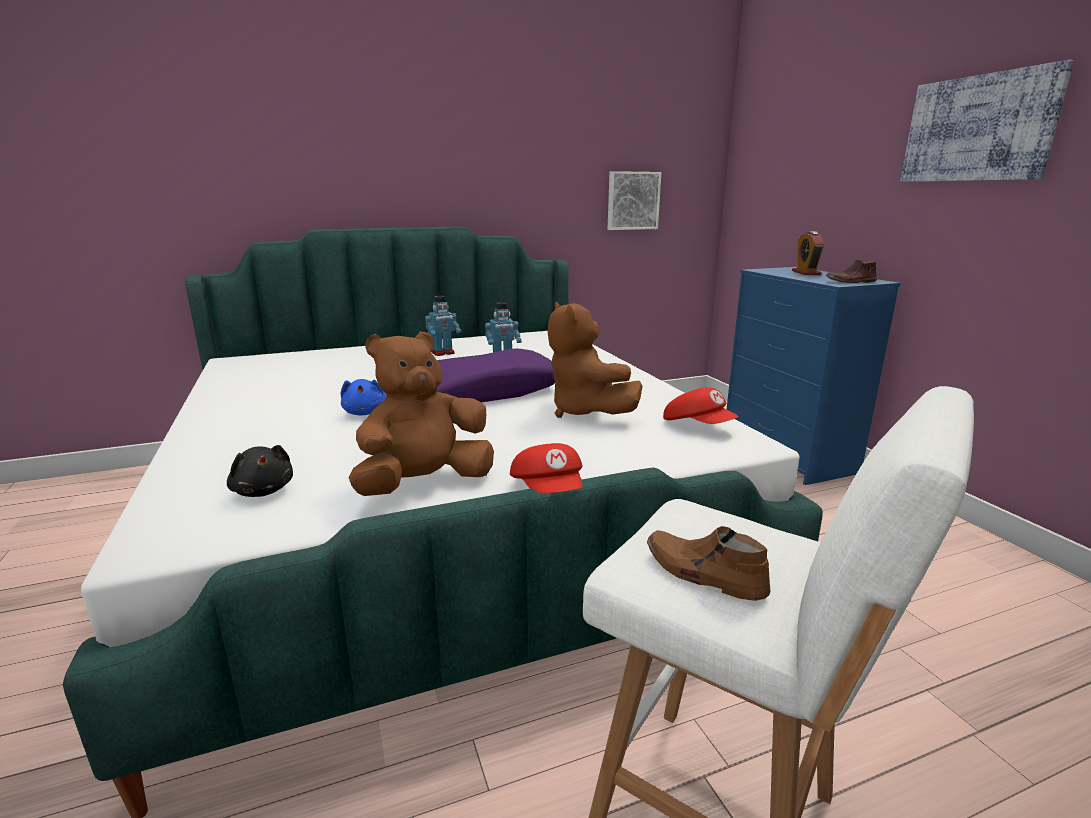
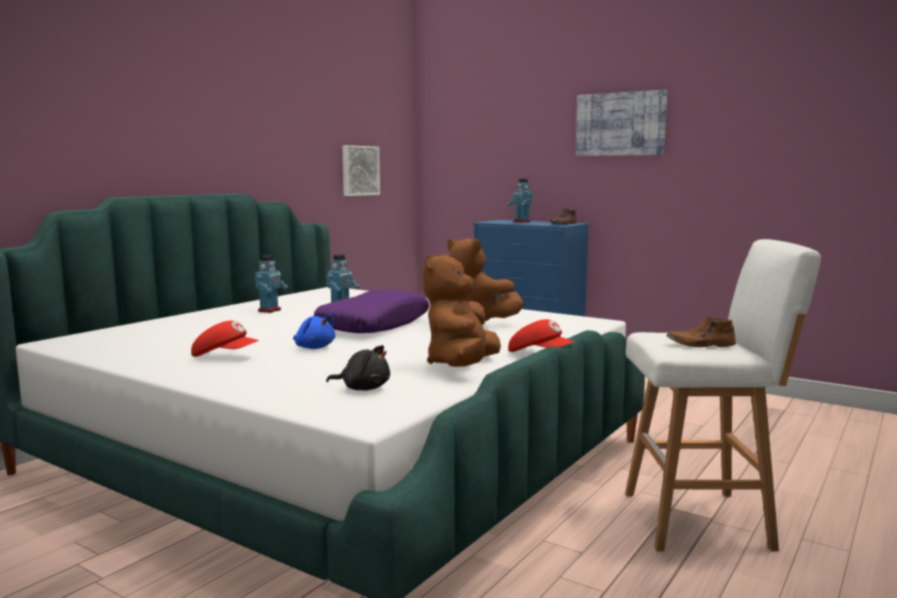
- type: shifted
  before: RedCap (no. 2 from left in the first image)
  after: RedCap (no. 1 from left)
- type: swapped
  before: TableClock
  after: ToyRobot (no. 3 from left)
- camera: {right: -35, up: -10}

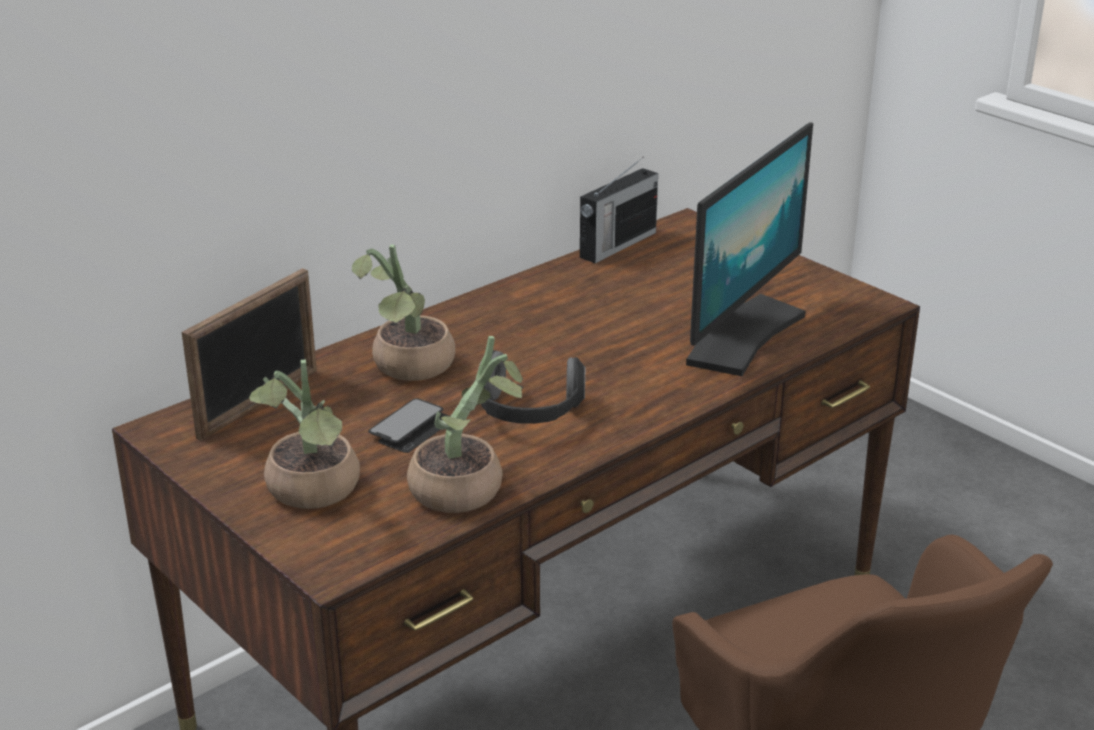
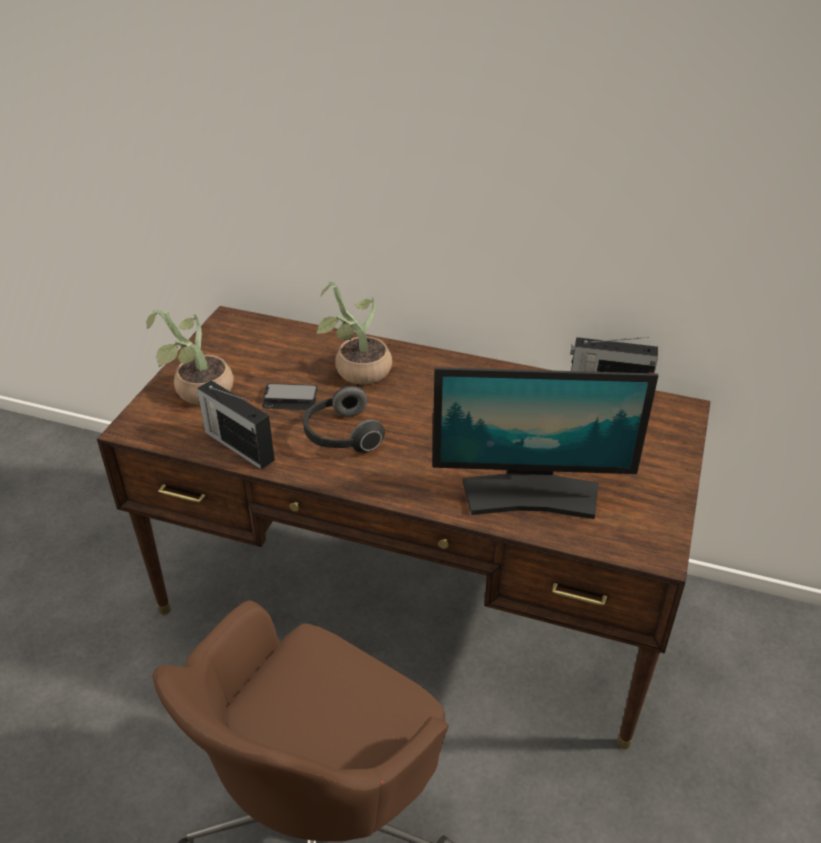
- type: swapped
  before: PlantInAPot (no. 3 from left)
  after: RadioReceiver (no. 1 from left)
- type: gone
  before: PhotoFrame
- camera: {right: 60, up: 10}

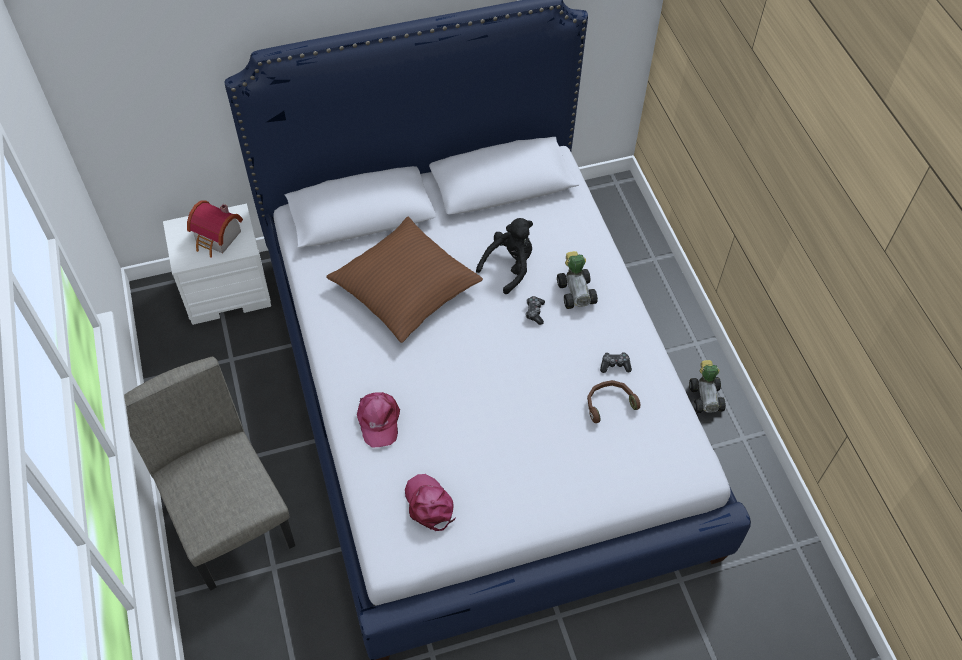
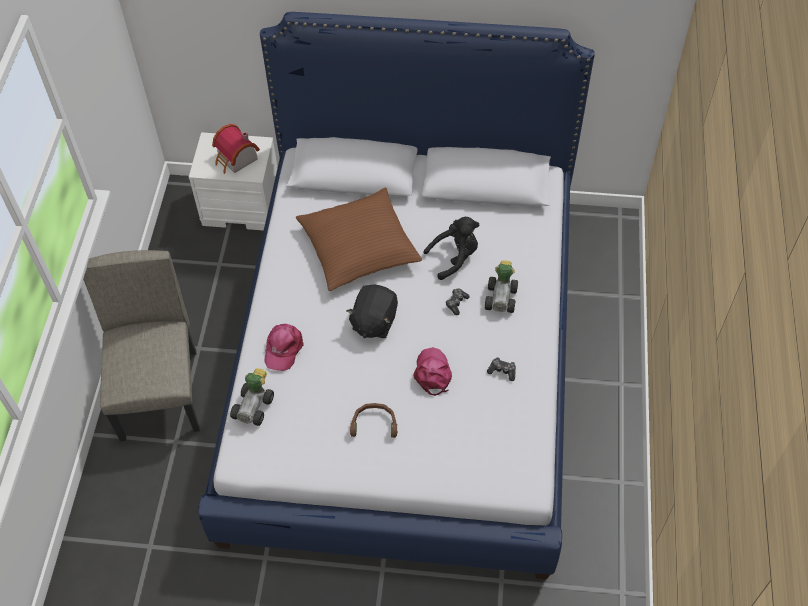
- type: shifted
  before: MiniatureCar (no. 2 from left in the first image)
  after: MiniatureCar (no. 1 from left)
- type: new
  after: BlackColouredCuddlyToy (no. 1 from left)
- type: shifted
  before: BrownColouredHeadset
- type: shifted
  before: PinkCap (no. 2 from left)
- camera: {right: 25, up: 0}

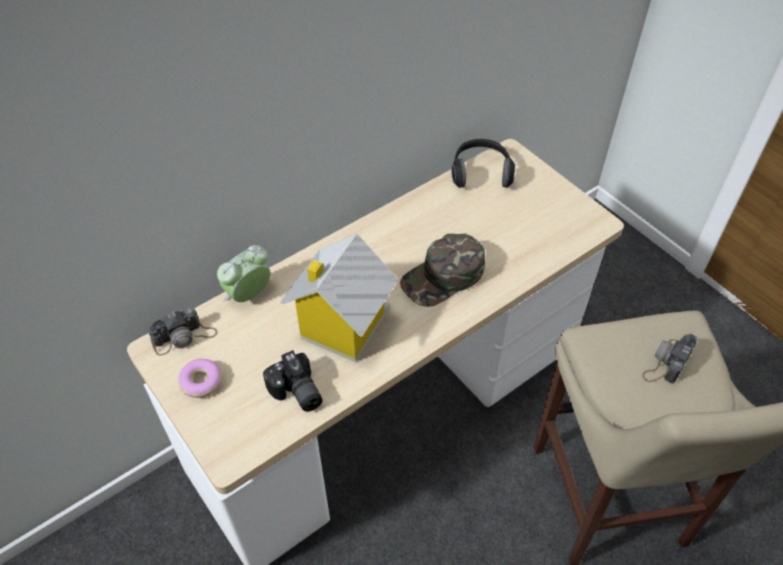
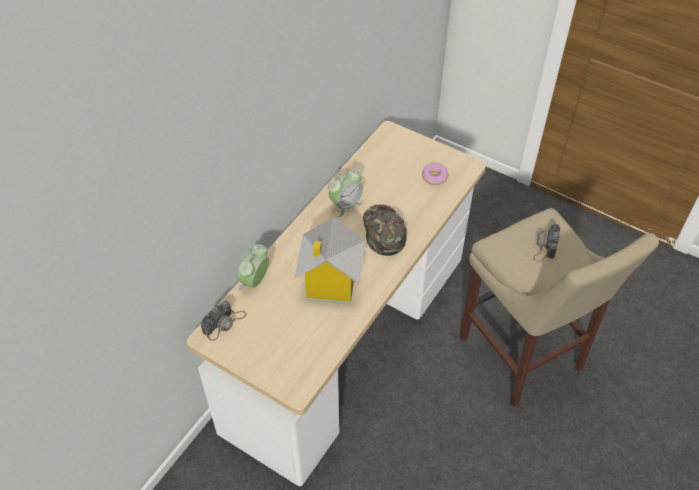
- type: new
  after: TableClock (no. 2 from left)
- type: rotated
  before: GreenCap
  turn: 135
- type: shifted
  before: Doughnut
- type: gone
  before: StillCamera (no. 2 from left)
- type: gone
  before: Headset
- camera: {right: -20, up: 0}

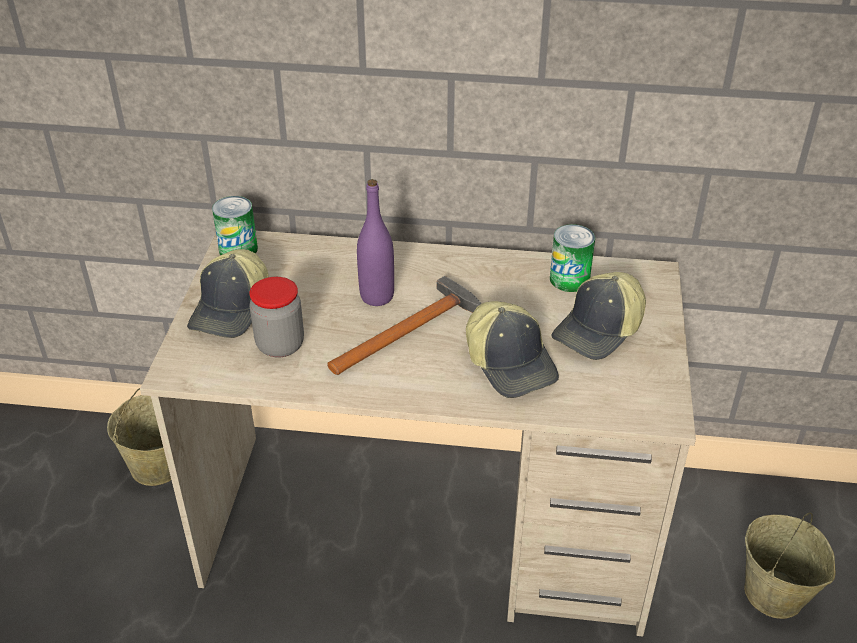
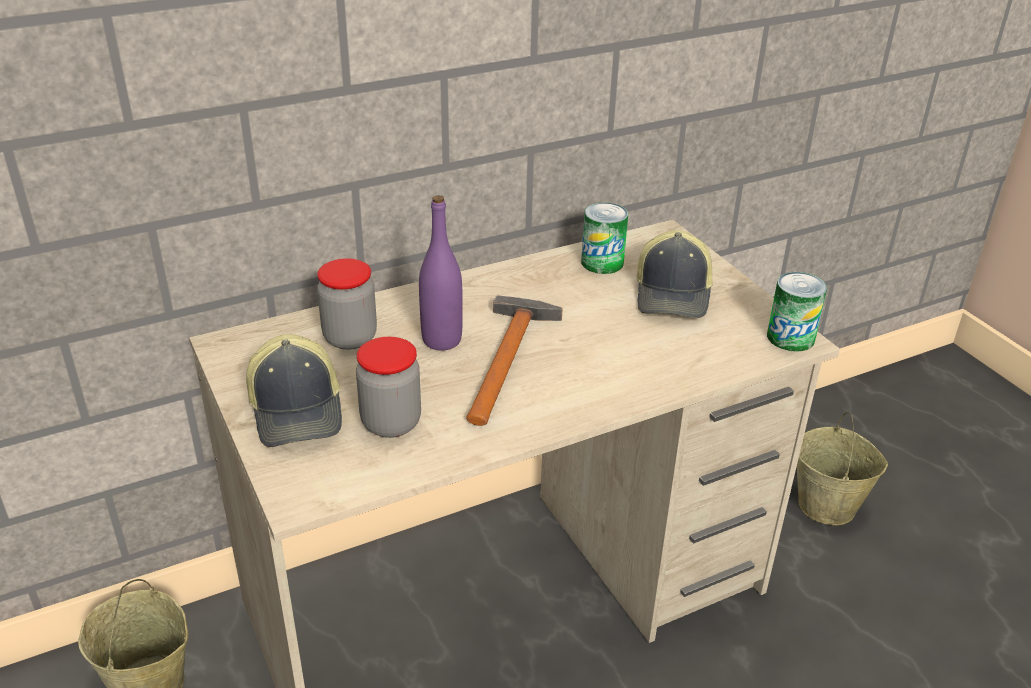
- type: new
  after: PreserveJar (no. 1 from left)
- type: shifted
  before: SealedCan (no. 1 from left in the first image)
  after: SealedCan (no. 2 from left)
- type: gone
  before: Cap (no. 2 from left)
- camera: {right: -35, up: -5}

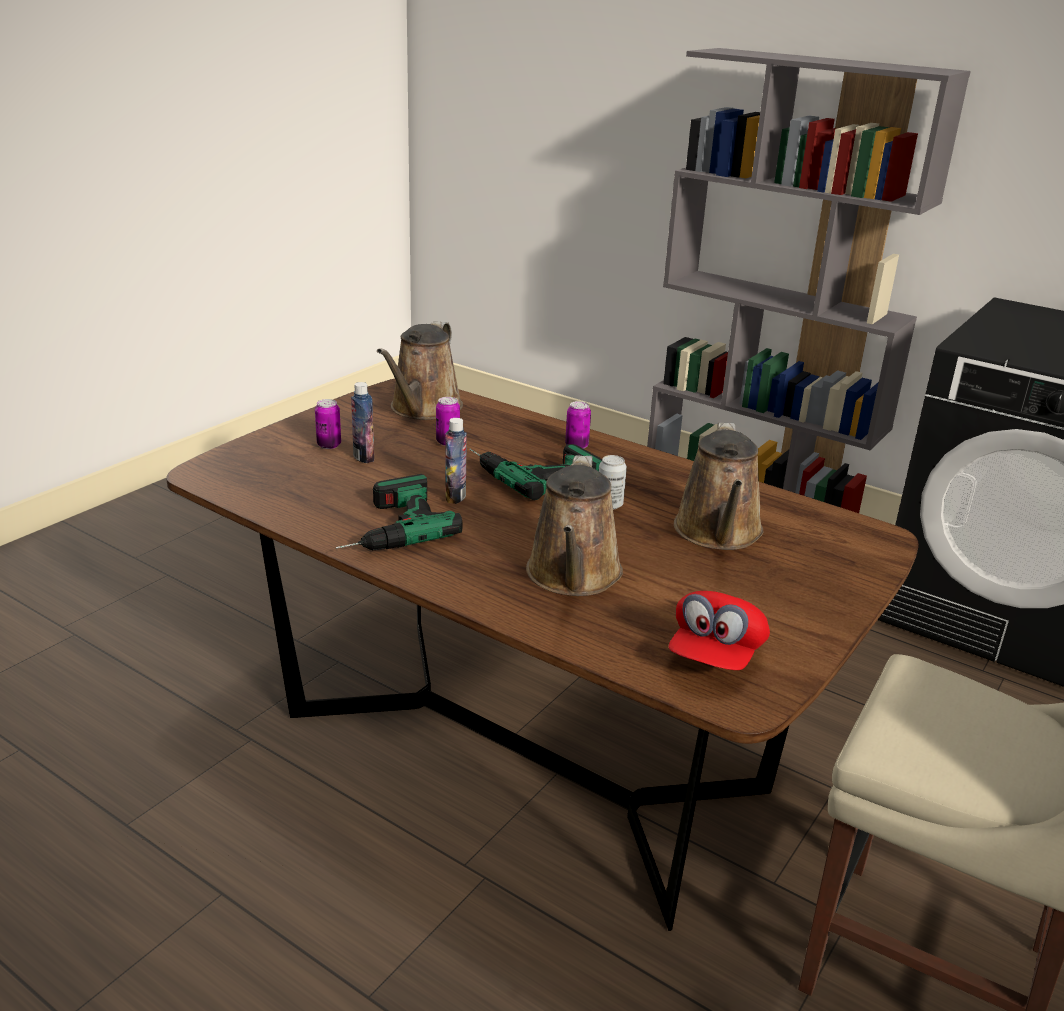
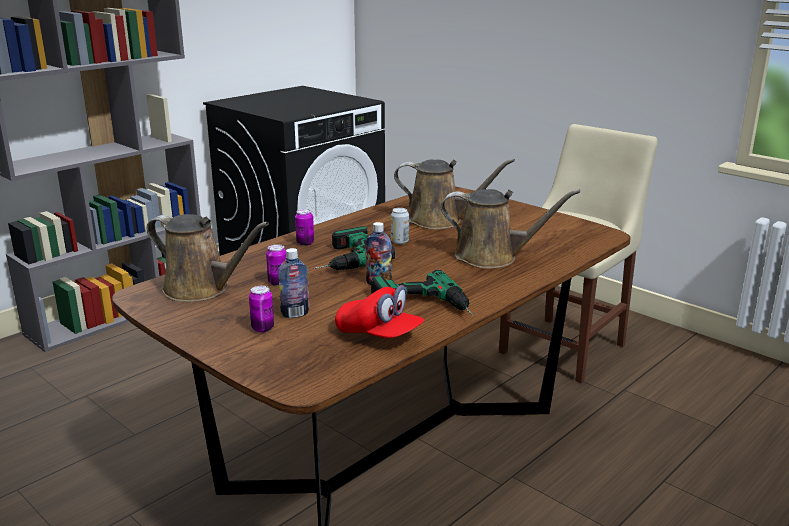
- type: shifted
  before: RedCap
- camera: {right: -80, up: -5}

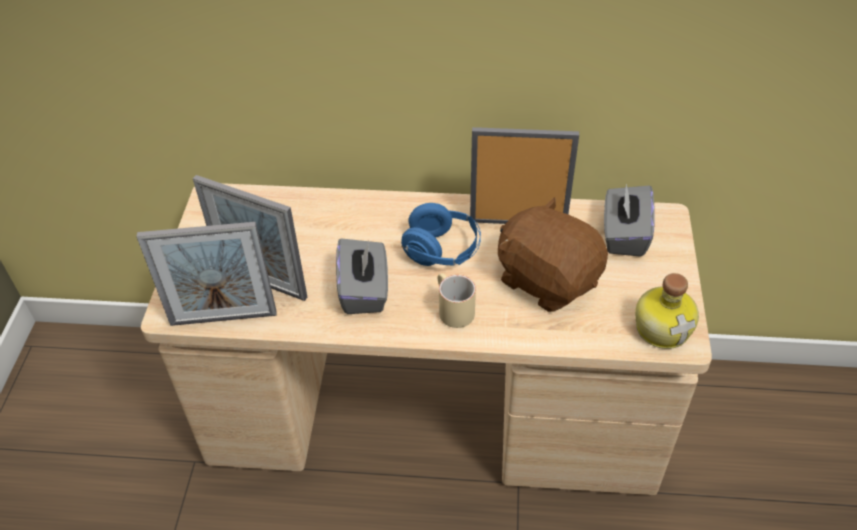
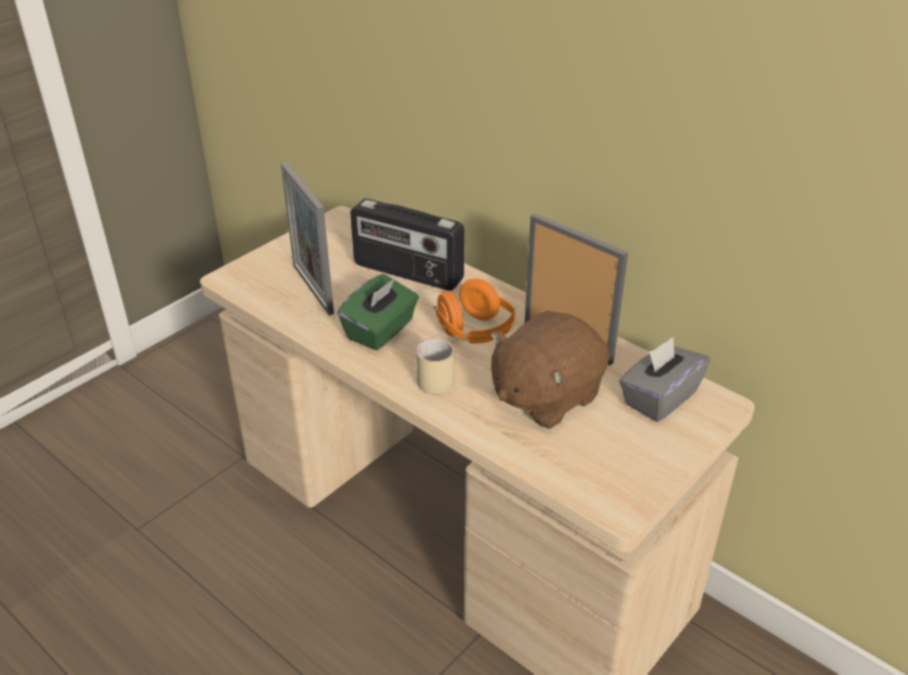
- type: repainted
  before: GreyBoxOfTissues (no. 1 from left)
  after: GreenBoxOfTissues
- type: new
  after: RadioReceiver
- type: repainted
  before: BluishHeadset
  after: OrangeyHeadset
- type: rotated
  before: BrownColouredCuddlyToy
  turn: -120
- type: gone
  before: PhotoFrame (no. 1 from left)
- type: gone
  before: DrinkBottle
- camera: {right: 35, up: -10}

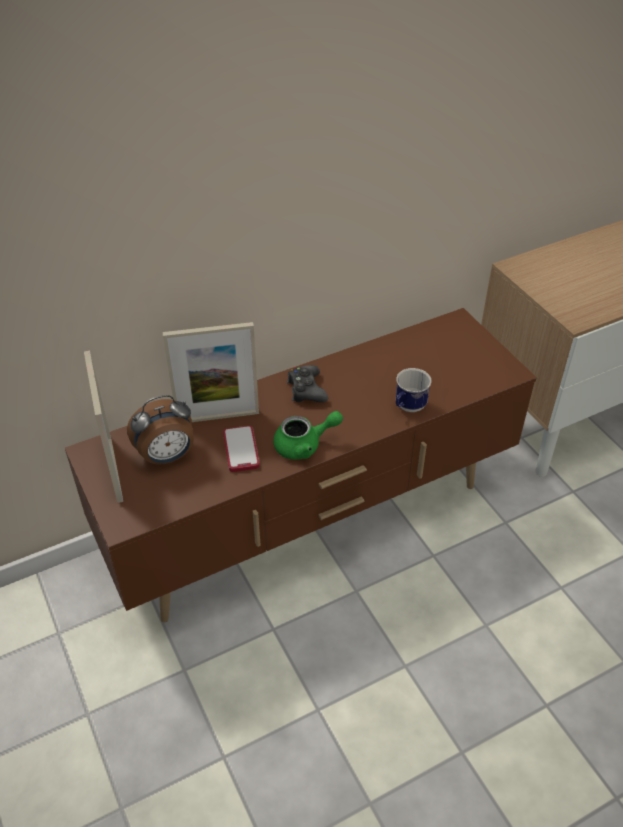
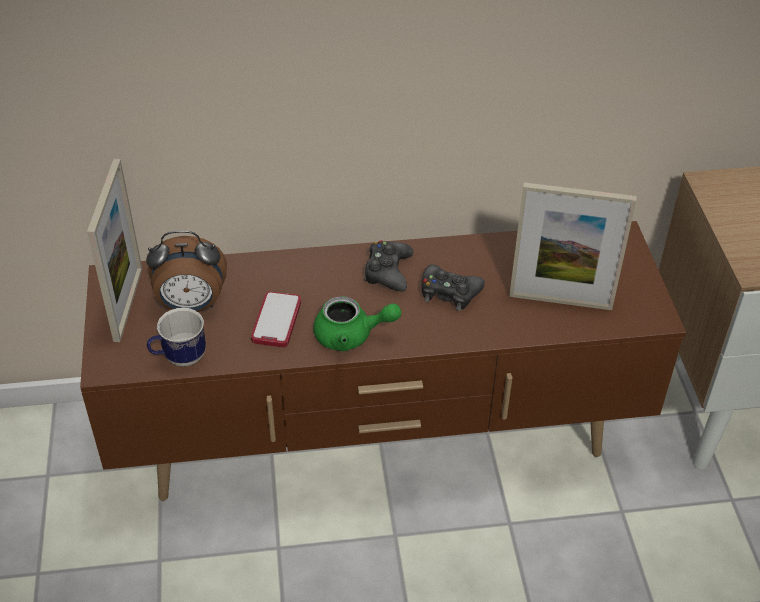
- type: shifted
  before: TeaMug
- type: new
  after: BlackColouredGamepad (no. 2 from left)
- type: shifted
  before: PhotoFrame (no. 2 from left)
- camera: {right: 20, up: 0}

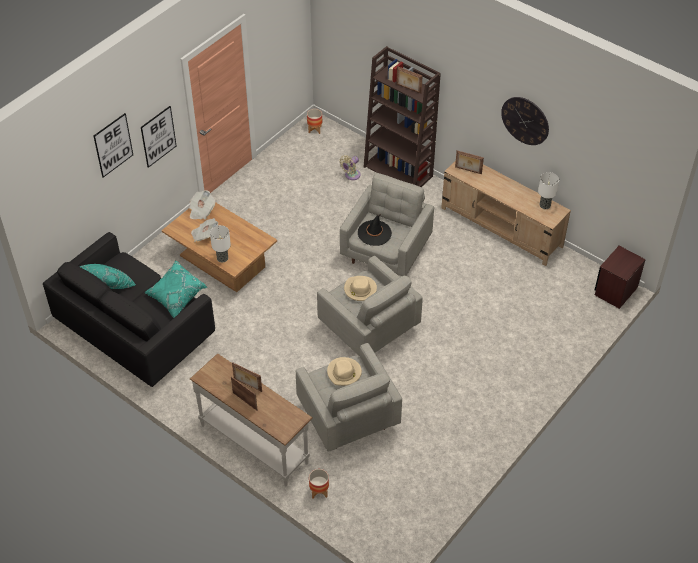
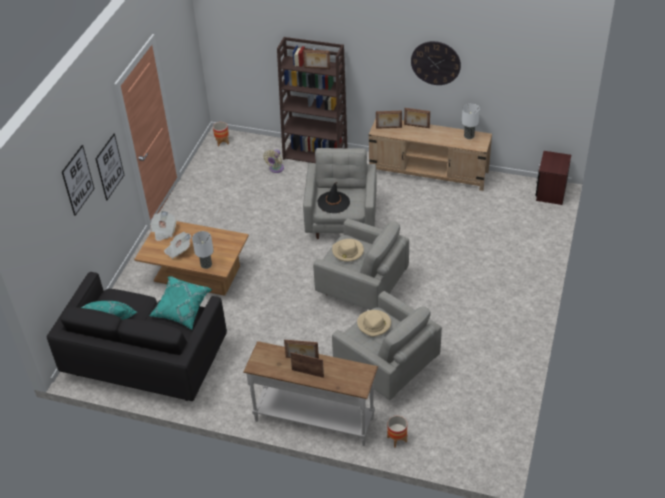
- type: new
  after: PhotoFrame (no. 5 from left)
- camera: {right: -20, up: -5}

